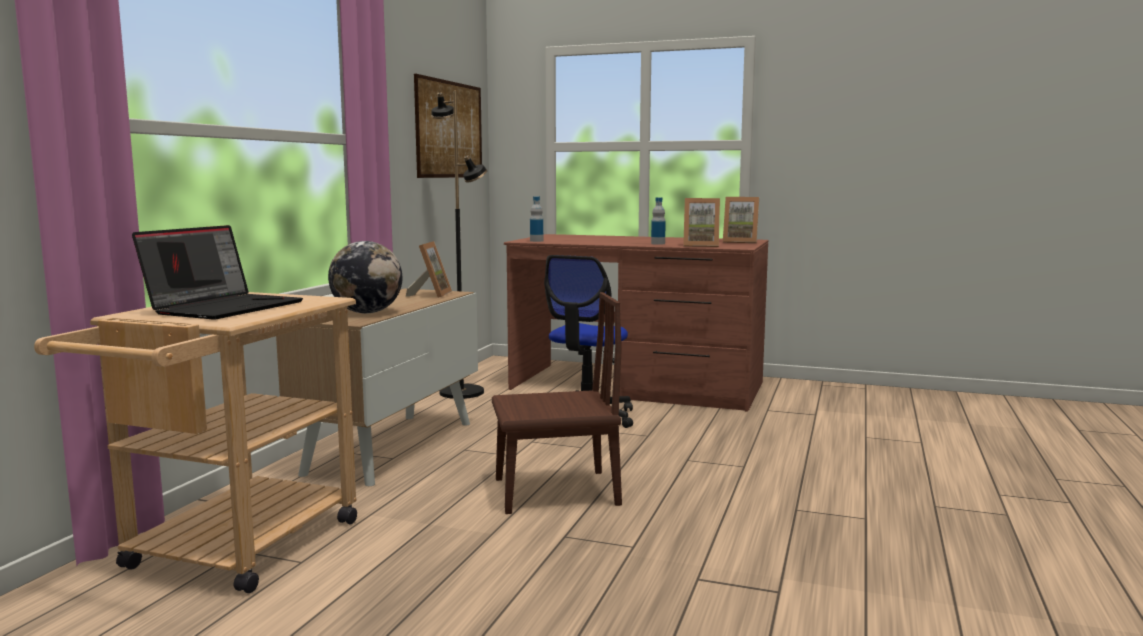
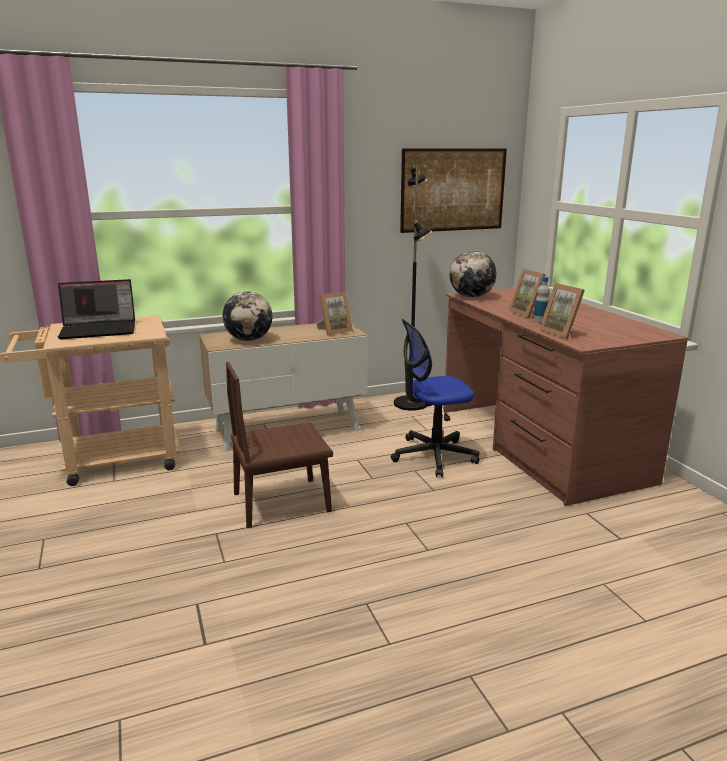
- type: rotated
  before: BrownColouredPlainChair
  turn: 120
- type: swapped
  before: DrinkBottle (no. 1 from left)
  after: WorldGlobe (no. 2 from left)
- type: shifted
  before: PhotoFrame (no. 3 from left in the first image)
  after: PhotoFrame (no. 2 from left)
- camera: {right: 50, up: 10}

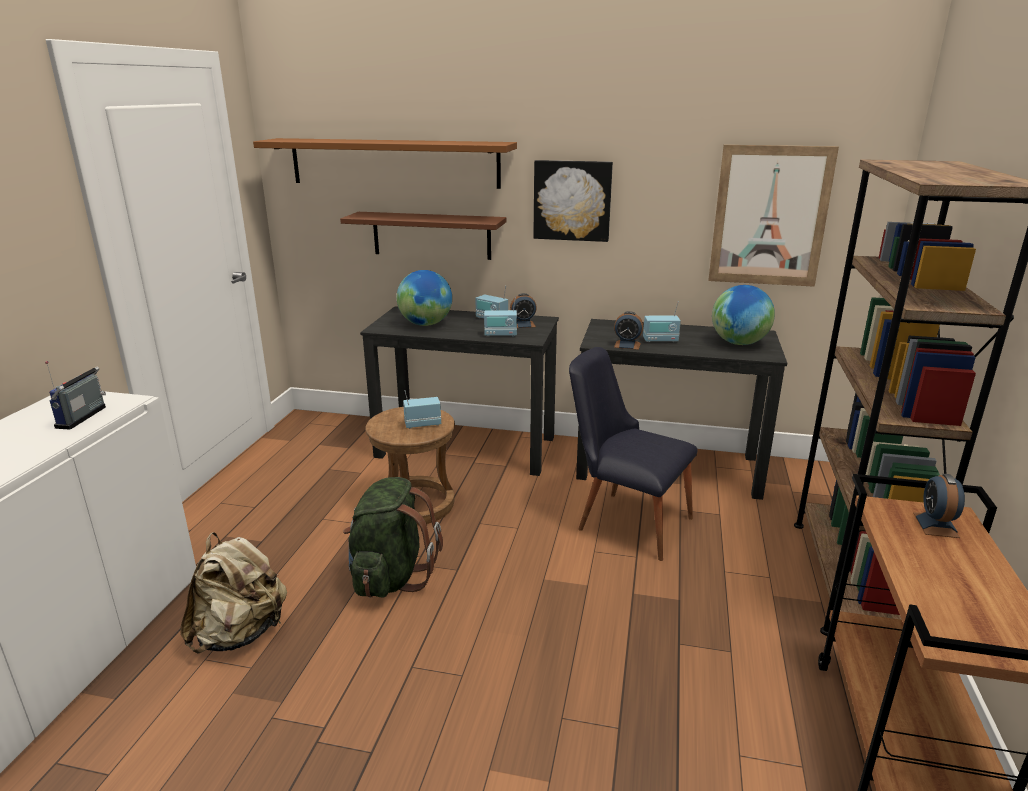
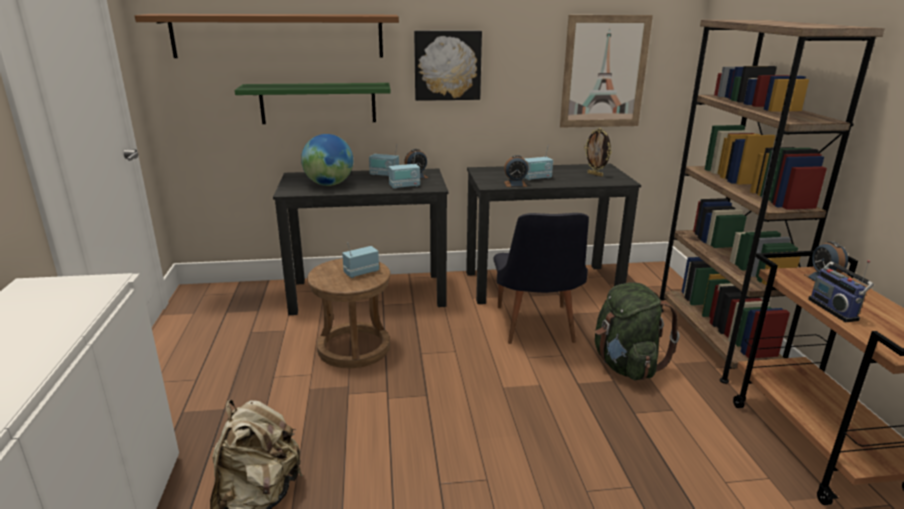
- type: repainted
  before: BrownColouredBracketShelf (no. 2 from left)
  after: GreenBracketShelf
- type: rotated
  before: BlackColouredPlainChair
  turn: -105
- type: swapped
  before: WorldGlobe (no. 2 from left)
  after: PhotoFrame
- type: shifted
  before: GreenKnapsack
- type: shifted
  before: RadioReceiver (no. 1 from left in the first image)
  after: RadioReceiver (no. 5 from left)
- camera: {right: -20, up: 0}

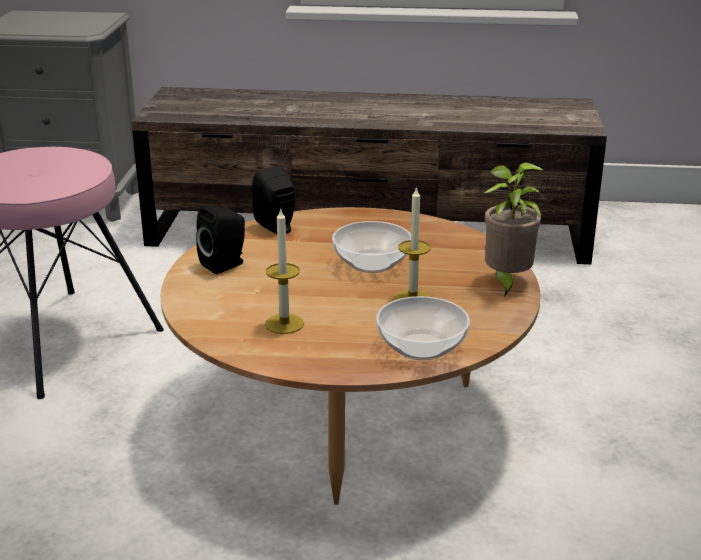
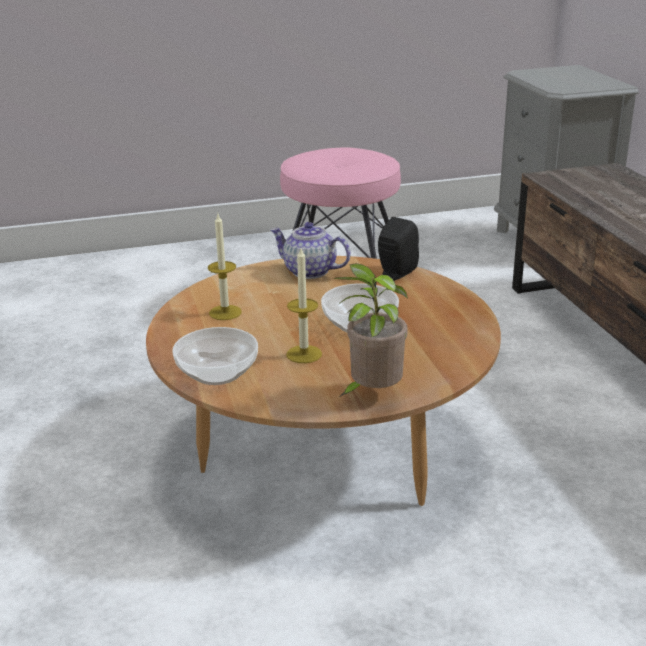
- type: swapped
  before: BlackColouredSpeaker (no. 1 from left)
  after: PotForTea
- camera: {right: 70, up: 0}

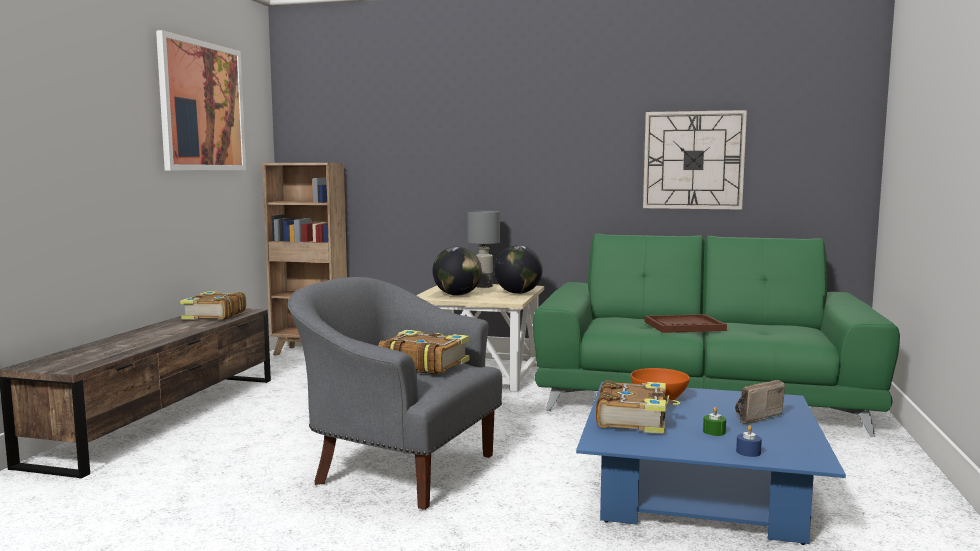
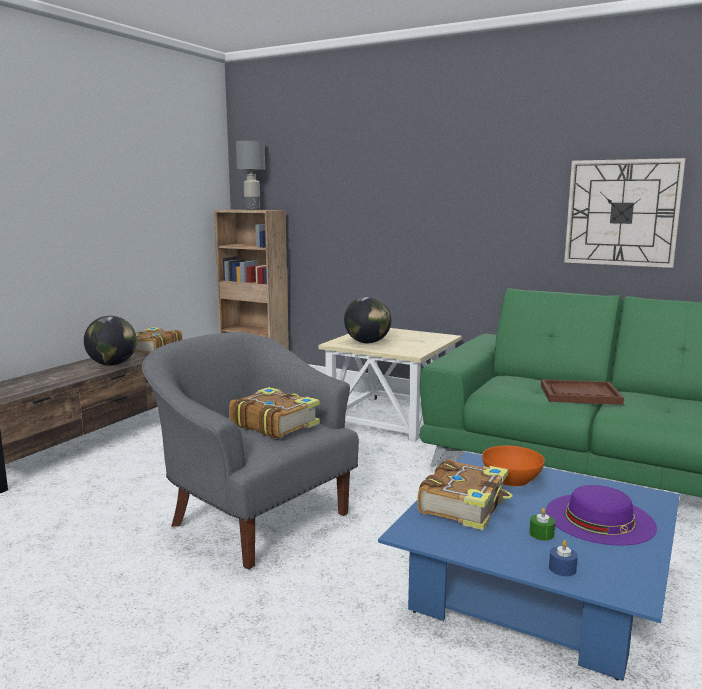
- type: shifted
  before: WorldGlobe (no. 2 from left in the first image)
  after: WorldGlobe (no. 1 from left)
- type: shifted
  before: GreyTableLamp
- type: swapped
  before: RadioReceiver
  after: PurpleClothingHat
- type: gone
  before: WallPicture
- camera: {right: 15, up: 5}

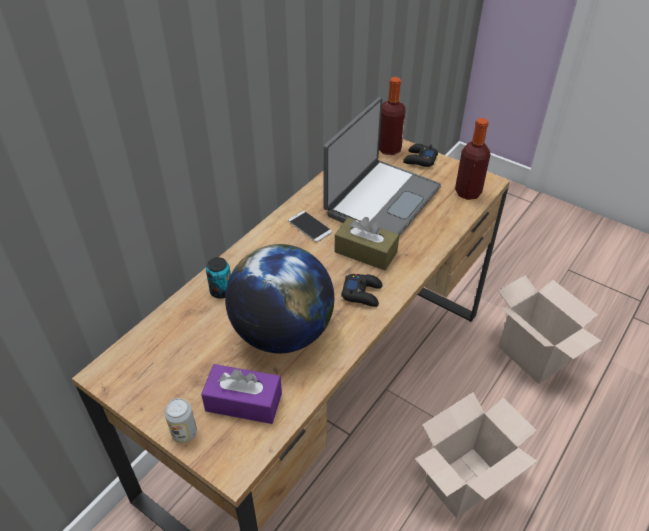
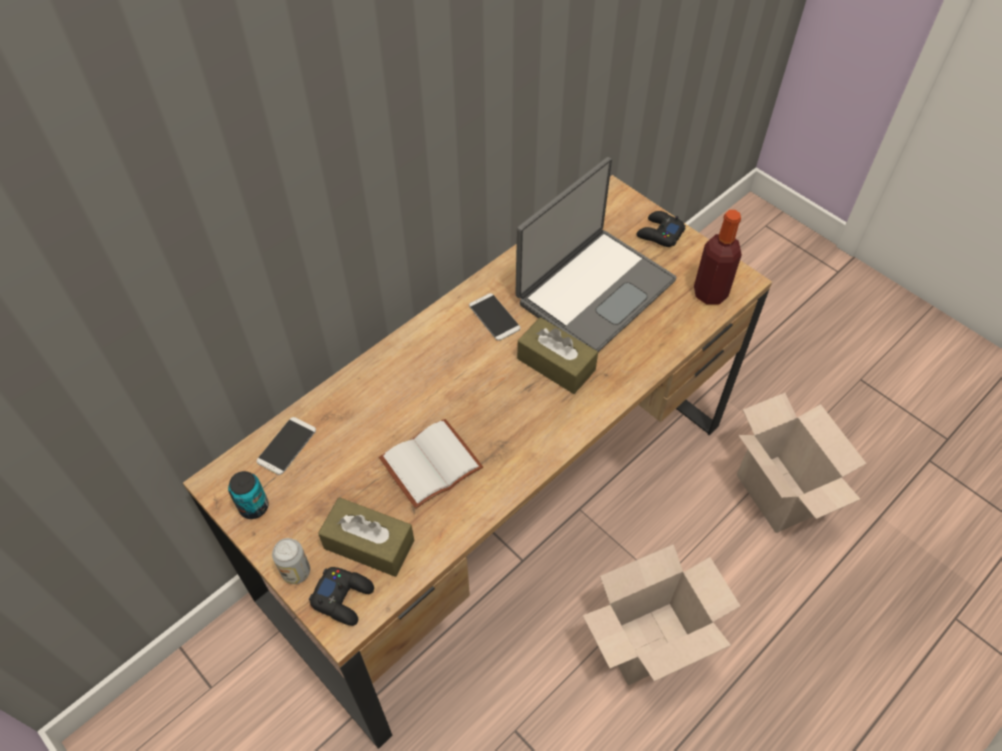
- type: shifted
  before: SealedCan (no. 2 from left in the first image)
  after: SealedCan (no. 1 from left)
- type: new
  after: Phone (no. 1 from left)
- type: shifted
  before: BlackColouredGamepad (no. 1 from left)
- type: repainted
  before: PurpleBoxOfTissues
  after: BrownColouredBoxOfTissues (no. 1 from left)
- type: swapped
  before: WorldGlobe
  after: WhitishBoundBook
- type: gone
  before: DrinkBottle (no. 1 from left)
- camera: {right: 10, up: 10}

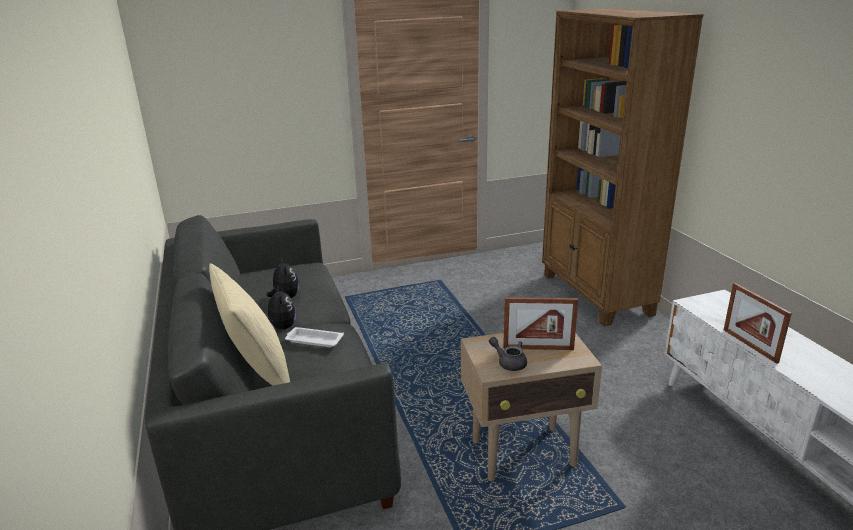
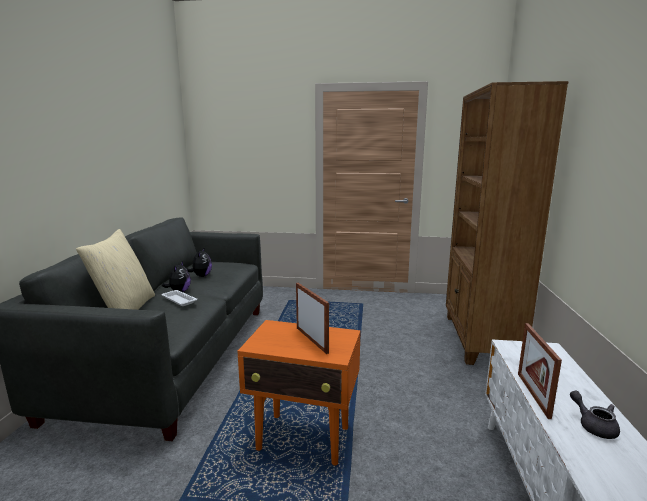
- type: repainted
  before: BeigeSideTable
  after: OrangeySideTable
- type: rotated
  before: PhotoFrame (no. 1 from left)
  turn: -150
- type: shifted
  before: GreyPotForTea
- camera: {right: 25, up: -10}

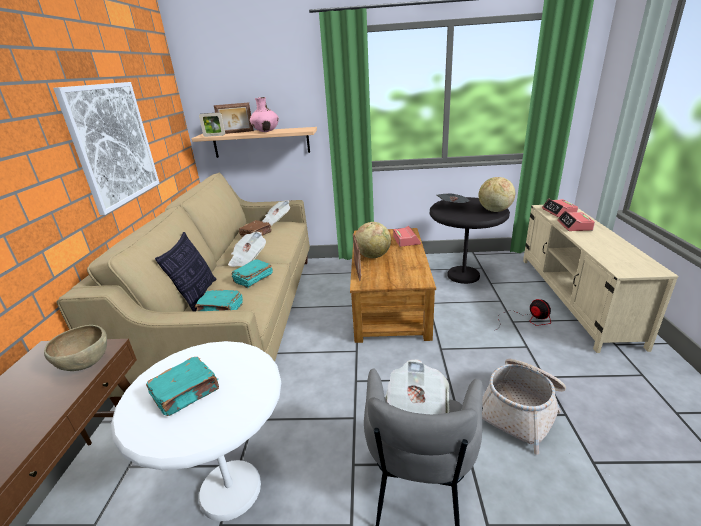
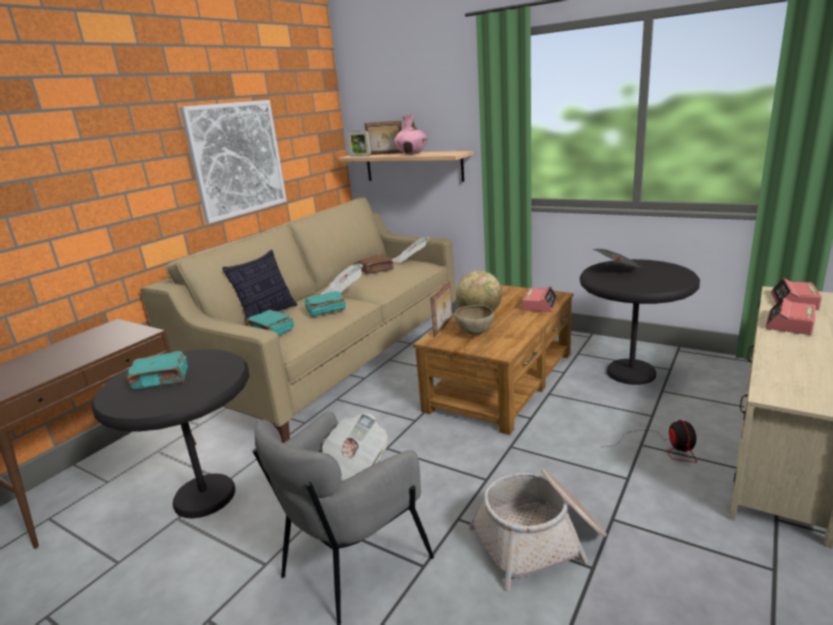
- type: repainted
  before: WhitishSideTable
  after: BlackColouredSideTable (no. 1 from left)
- type: shifted
  before: BrownColouredDeepDish
- type: gone
  before: WorldGlobe (no. 2 from left)
- camera: {right: 30, up: -5}

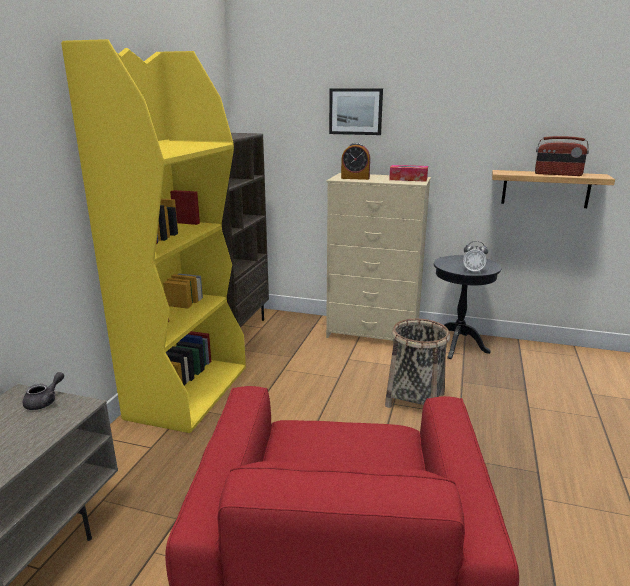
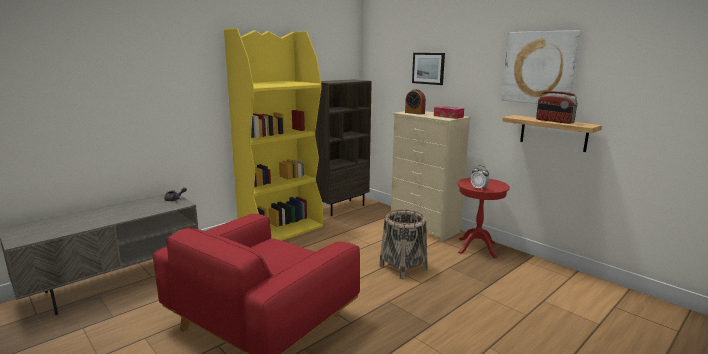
- type: repainted
  before: BlackColouredSideTable
  after: RedSideTable
- type: new
  after: WallPicture (no. 2 from left)
- camera: {right: 30, up: -5}

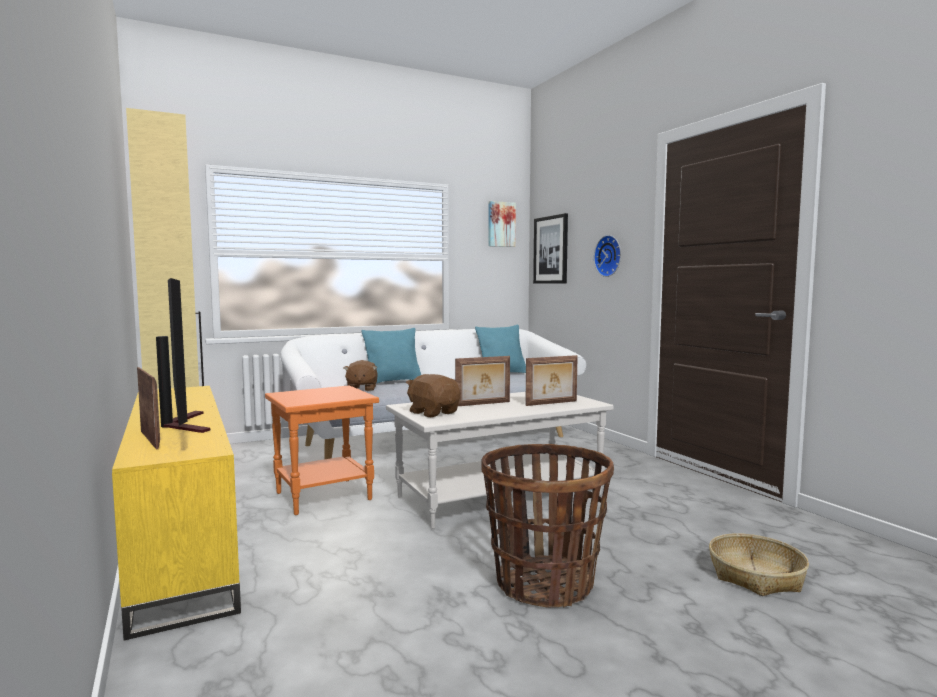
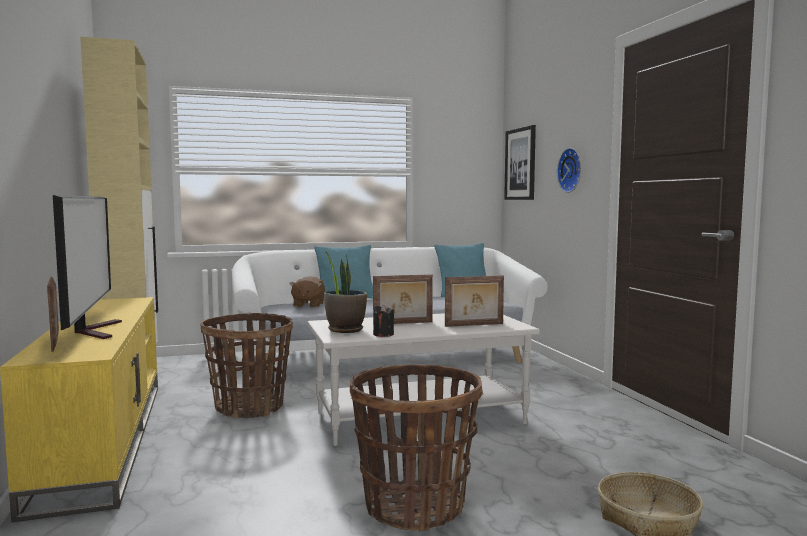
- type: swapped
  before: OrangeySideTable
  after: HouseholdBasket (no. 1 from left)
- type: swapped
  before: BrownColouredCuddlyToy (no. 2 from left)
  after: PlantInAPot
- type: new
  after: BlackColouredWaxCandle
- type: gone
  before: WallPicture (no. 1 from left)
- camera: {right: 10, up: 0}

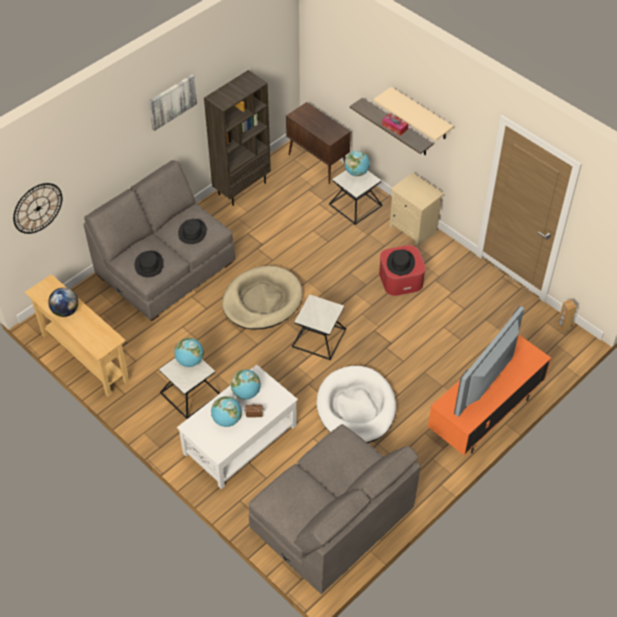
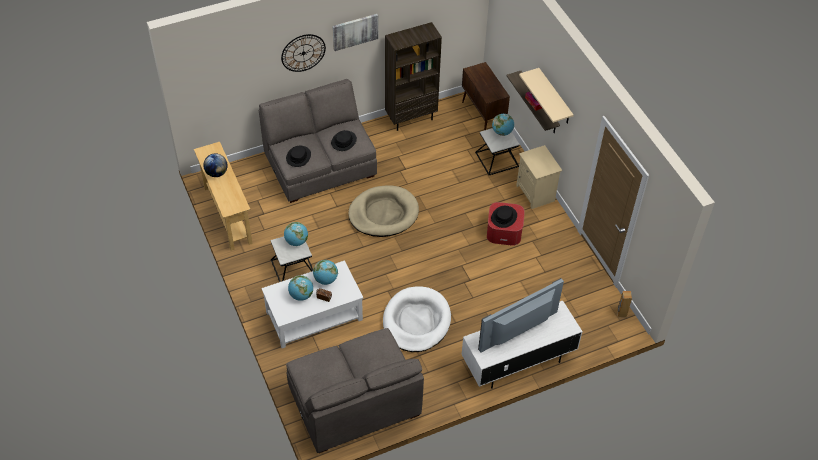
- type: shifted
  before: WallClock
- type: repainted
  before: OrangeyMediaConsole
  after: WhitishMediaConsole
- type: gone
  before: SideTable (no. 2 from left)
- camera: {right: 20, up: 0}

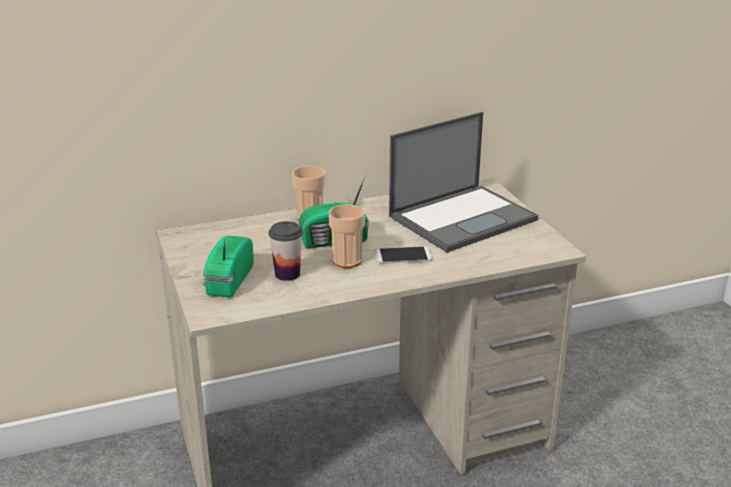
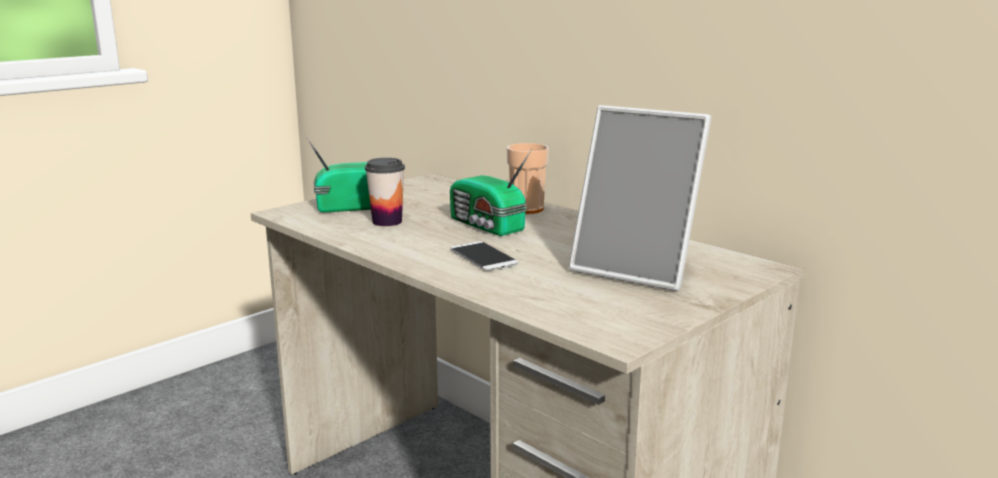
- type: swapped
  before: PortableComputer
  after: PhotoFrame
- type: gone
  before: SmallCup (no. 3 from left)
- camera: {right: 65, up: -10}

